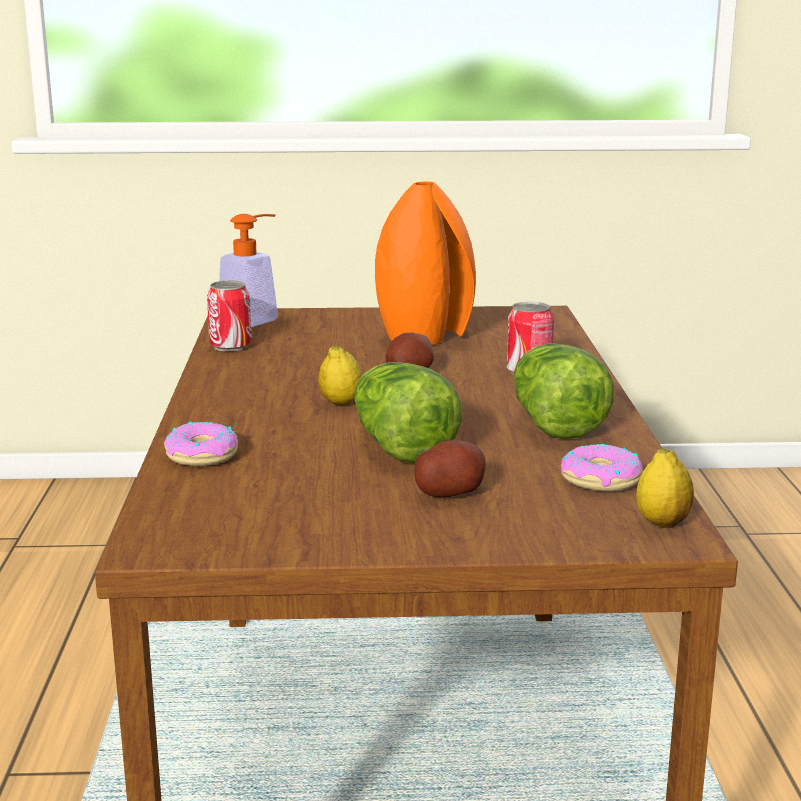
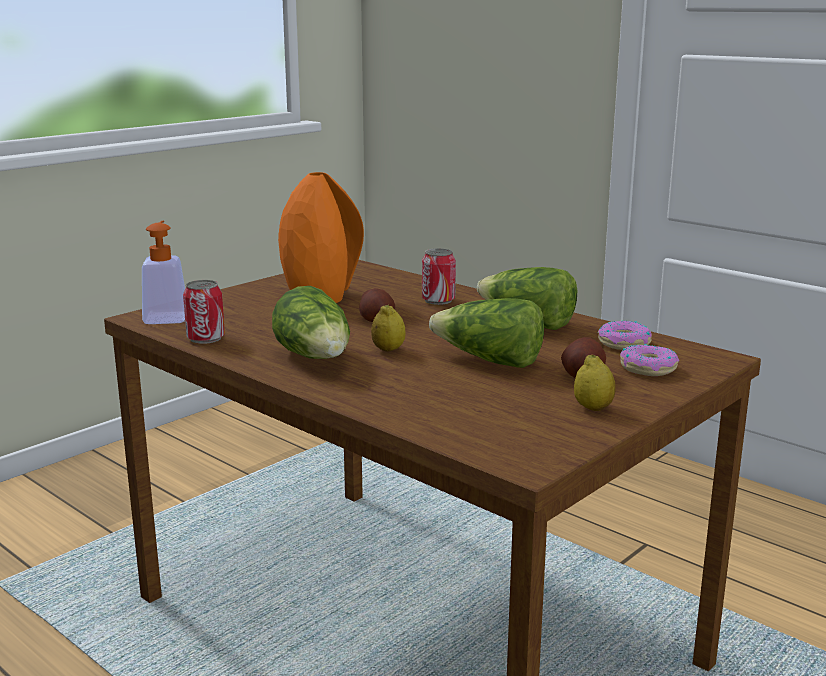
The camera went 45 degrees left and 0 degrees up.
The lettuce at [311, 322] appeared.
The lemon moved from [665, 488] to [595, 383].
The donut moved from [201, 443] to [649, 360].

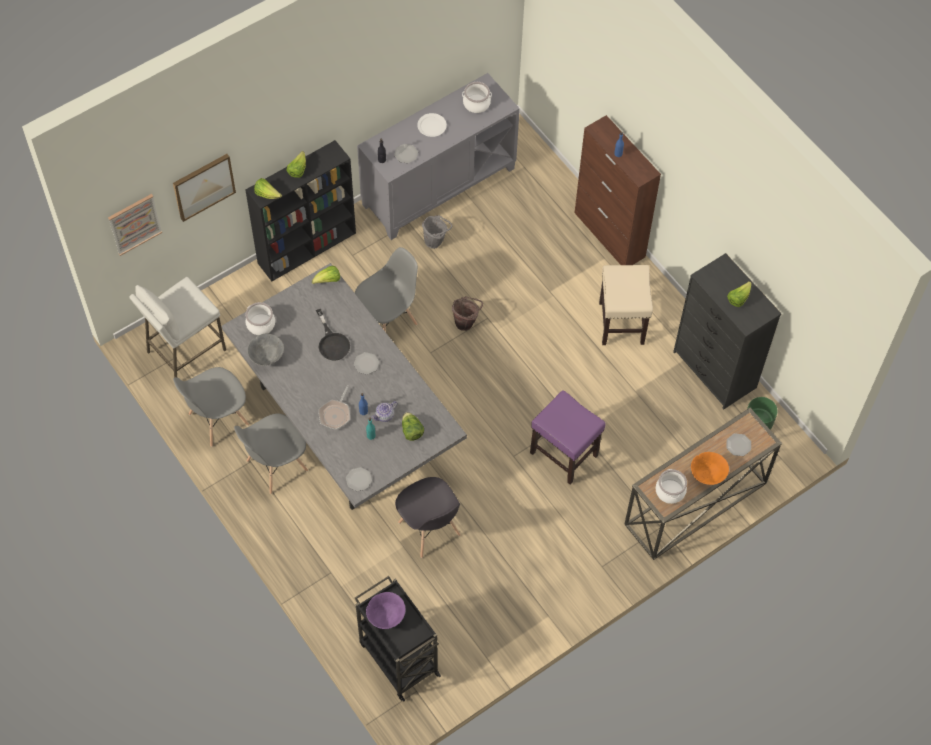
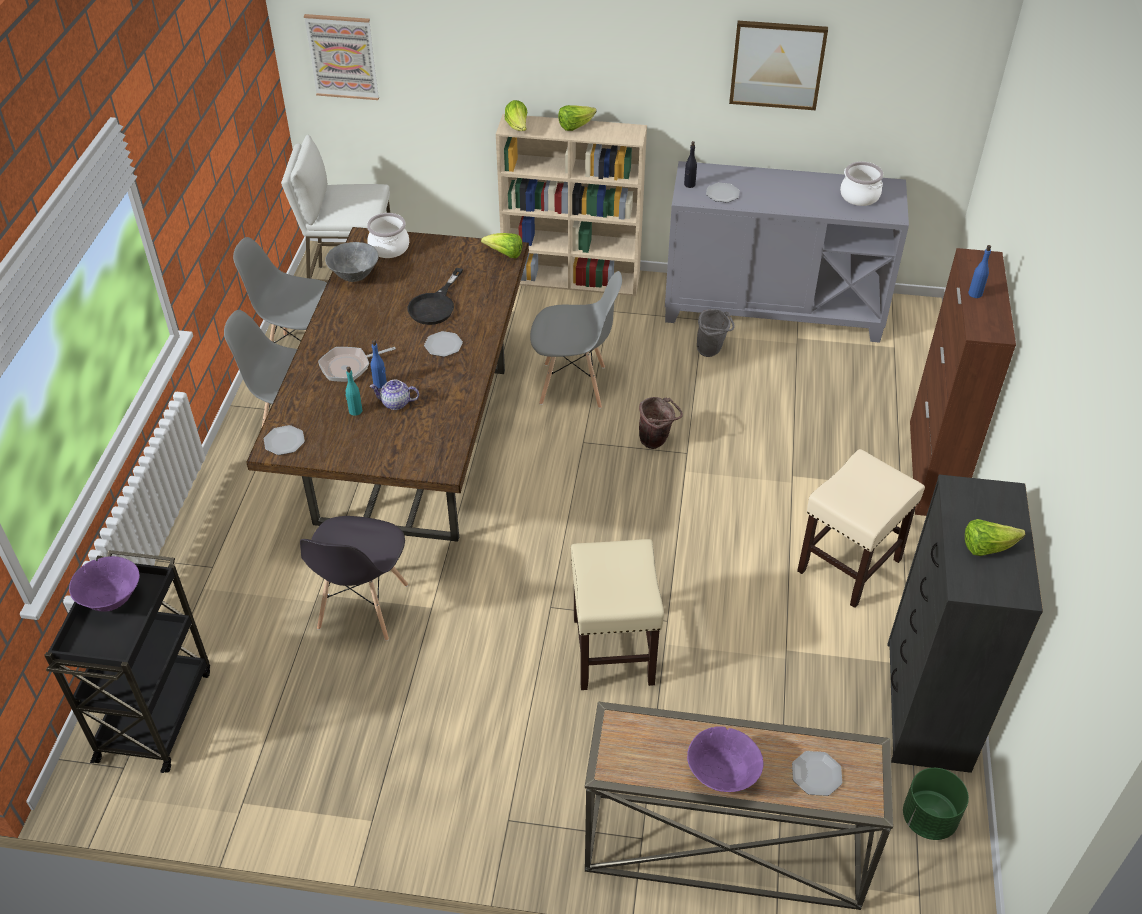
The camera went 45 degrees right and 15 degrees down.
The grey dining table at [344, 386] became the brown dining table at [387, 384].
The black bookcase at [301, 210] became the beige bookcase at [571, 205].
The purple stool at [568, 437] became the beige stool at [617, 614].
The orange bowl at [710, 468] became the purple bowl at [725, 759].
The picture moved from [204, 188] to [778, 65].
The lettuce at [413, 426] disappeared.
The white plate at [432, 125] disappeared.
The cooking pot at [671, 486] disappeared.

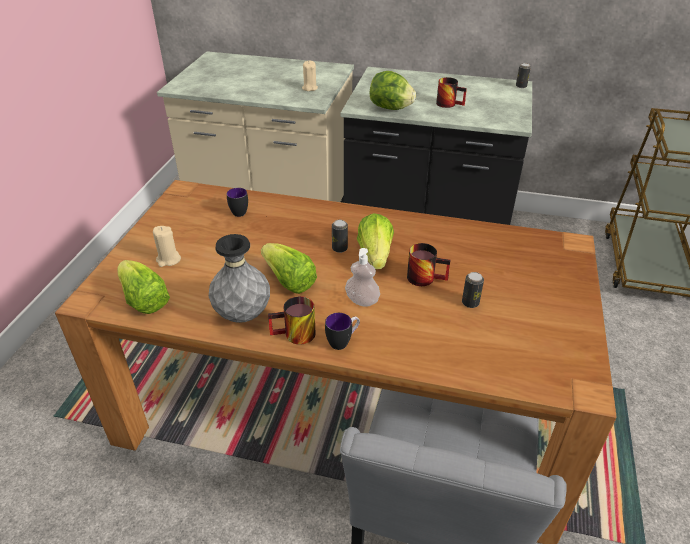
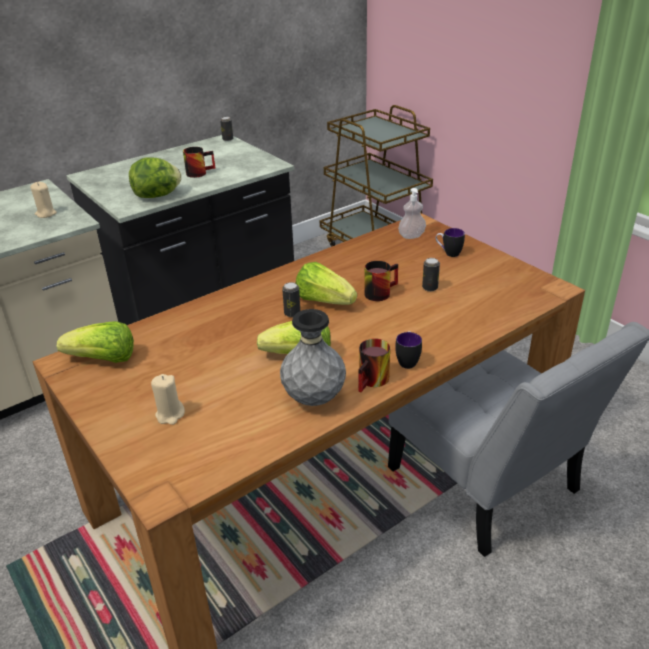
The camera went 50 degrees left and 5 degrees down.
The lettuce moved from [143, 287] to [95, 342].
The soap dispenser moved from [362, 277] to [412, 213].
The mug moved from [237, 202] to [450, 242].

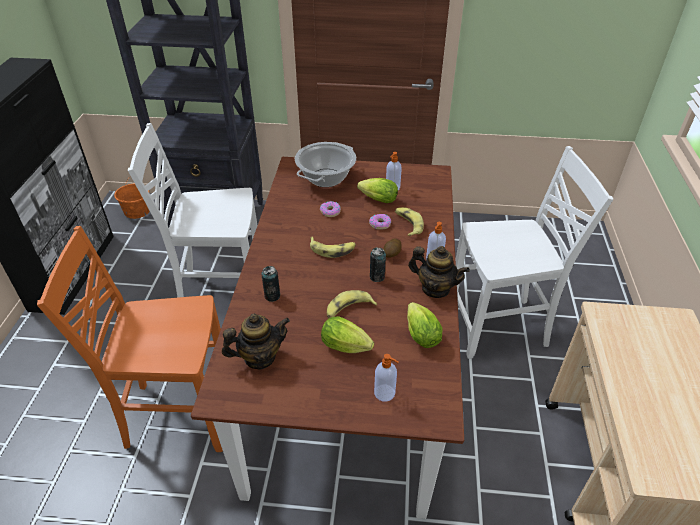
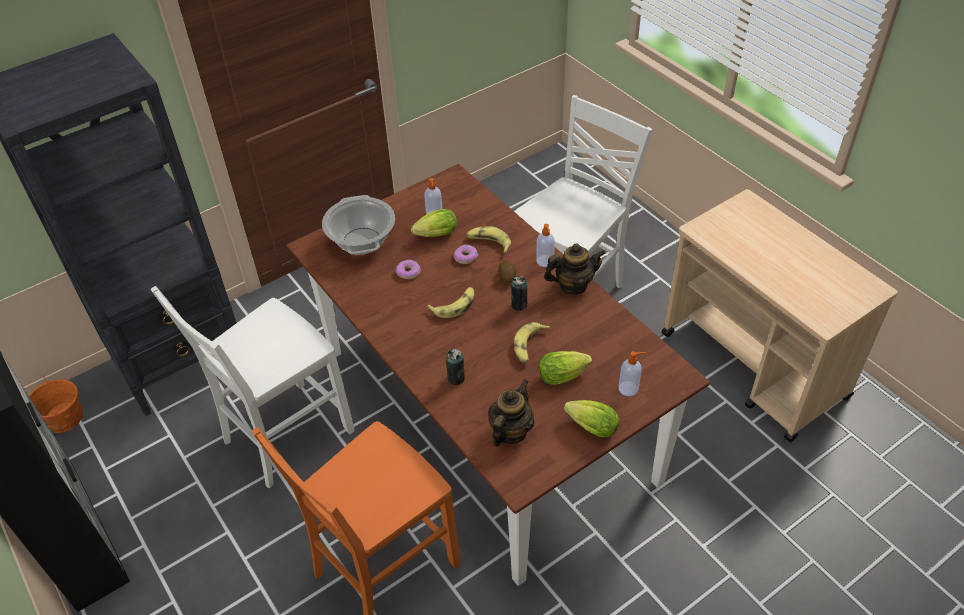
The camera went 40 degrees left and 5 degrees up.
The lettuce moved from [424, 325] to [591, 418].

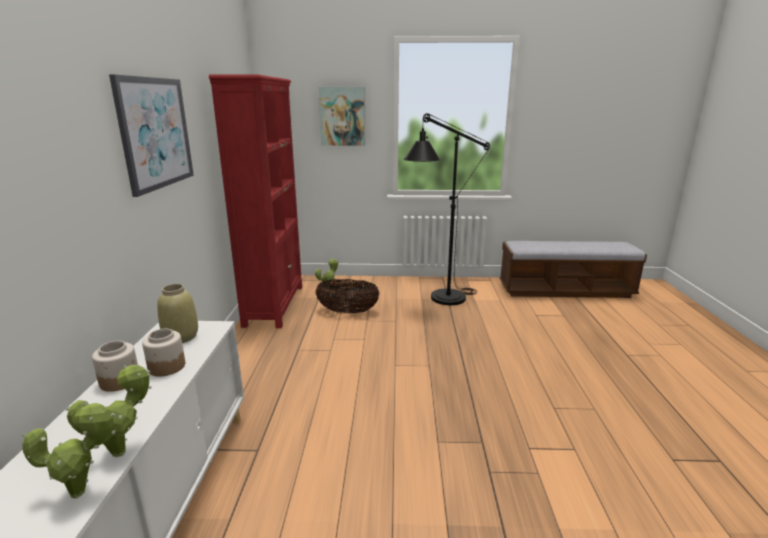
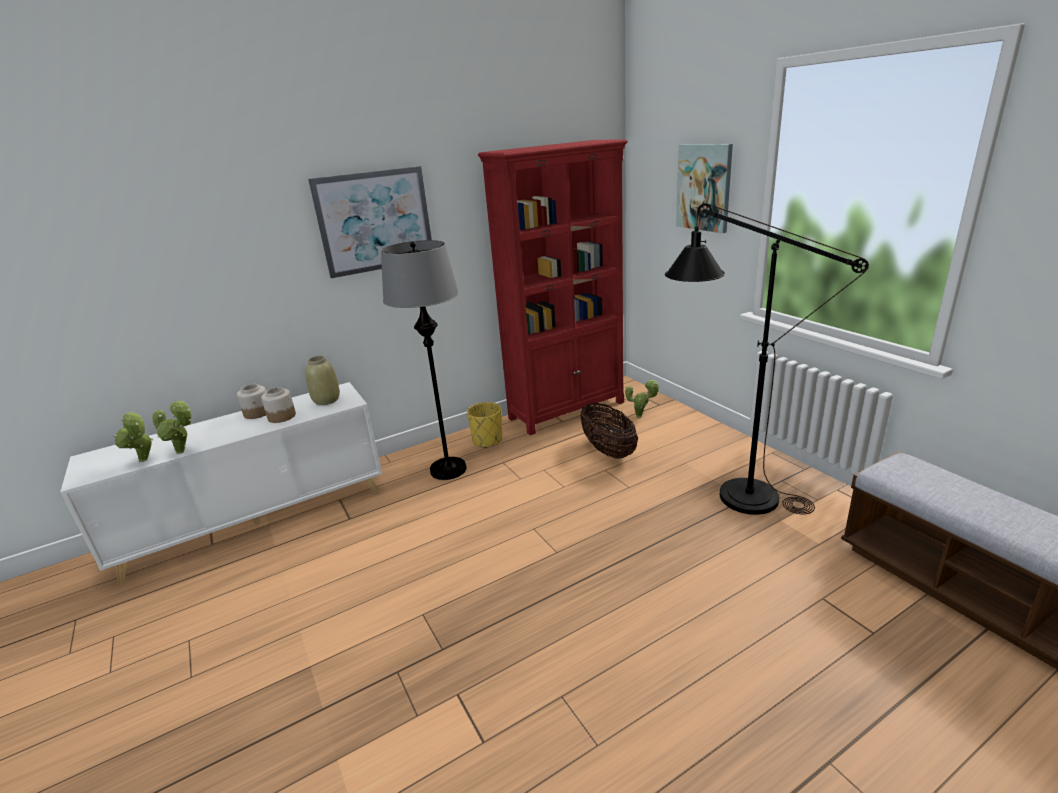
The camera went 60 degrees right and 5 degrees up.
The grey floor lamp at [424, 360] appeared.
The yellow planter at [484, 425] appeared.

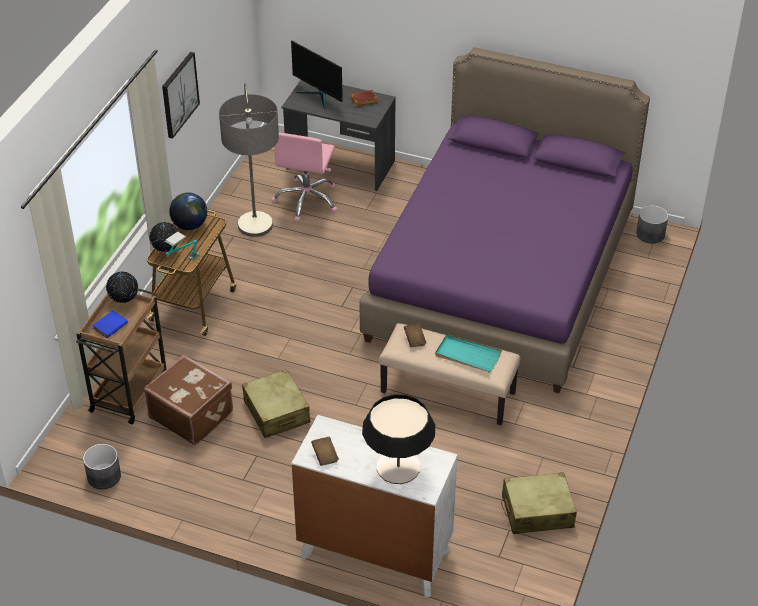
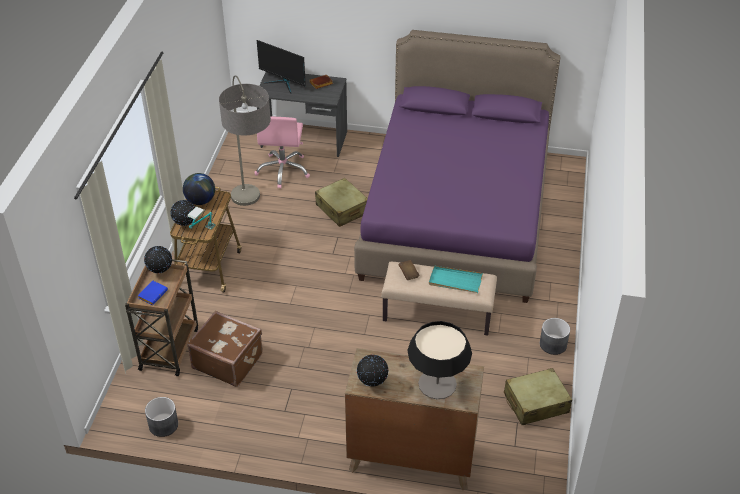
The camera went 10 degrees left and 0 degrees up.
The beige suitcase moved from [276, 403] to [341, 202].
The white dresser at [374, 506] became the brown dresser at [414, 419].
The brown book at [325, 451] was replaced by the globe at [372, 371].
The grey planter moved from [652, 224] to [555, 336].
The picture at [181, 95] disappeared.

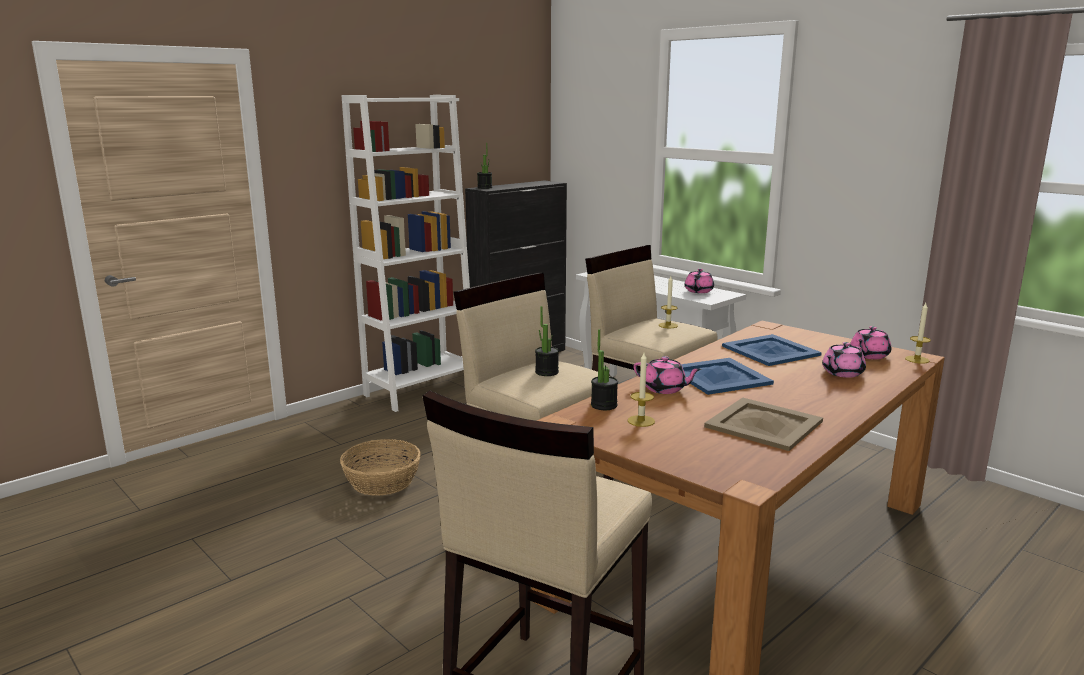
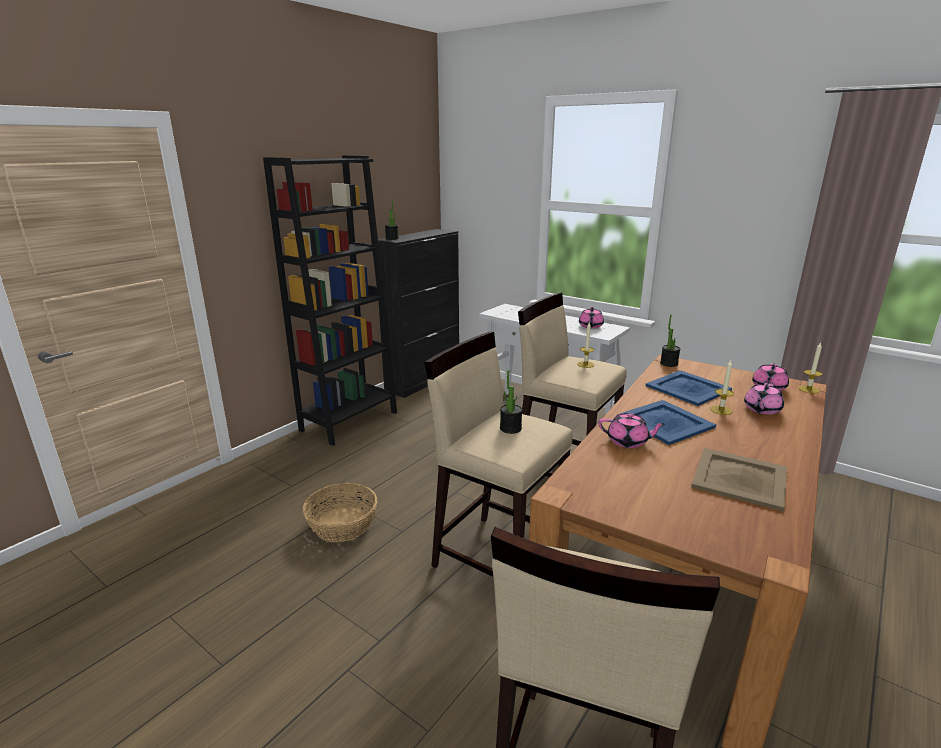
The camera went 10 degrees left and 5 degrees up.
The white bookcase at [406, 253] became the black bookcase at [330, 301].
The potted plant moved from [604, 369] to [670, 340].
The candle moved from [641, 390] to [722, 387].

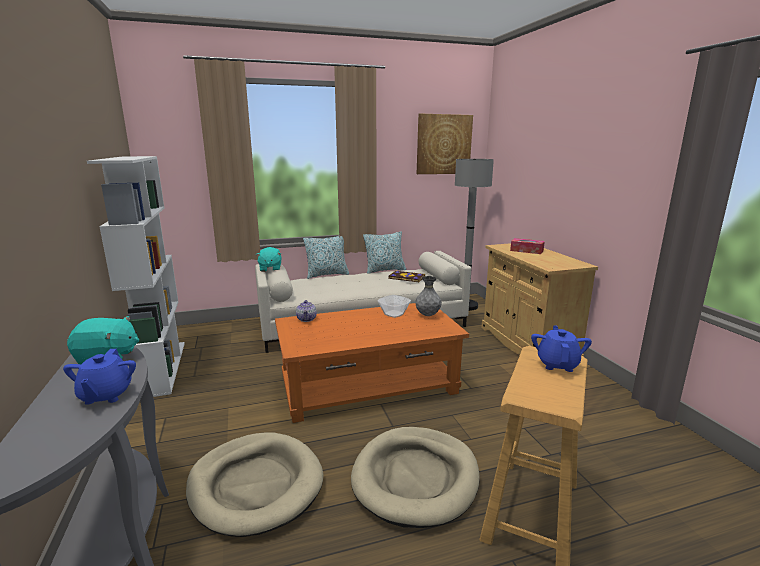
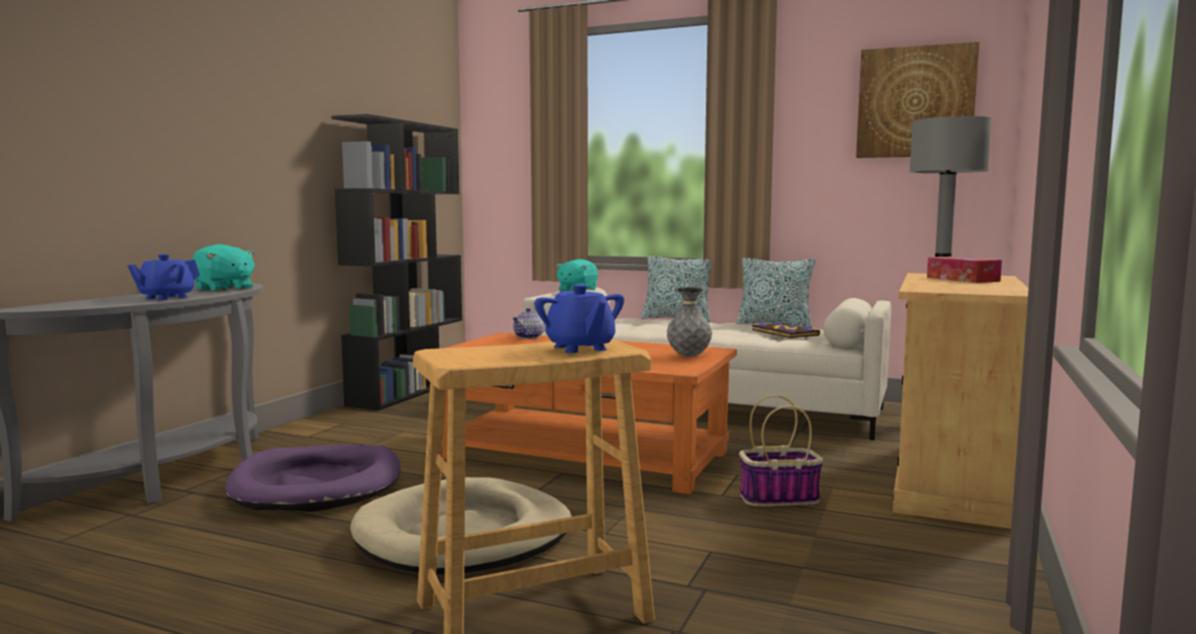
The camera went 40 degrees right and 10 degrees down.
The beige dog bed at [255, 484] became the purple dog bed at [313, 478].
The white bookcase at [136, 276] became the black bookcase at [397, 262].
The blue teapot at [561, 348] turned 105 degrees clockwise.
The basket at [781, 451] appeared.
The bowl at [394, 306] disappeared.

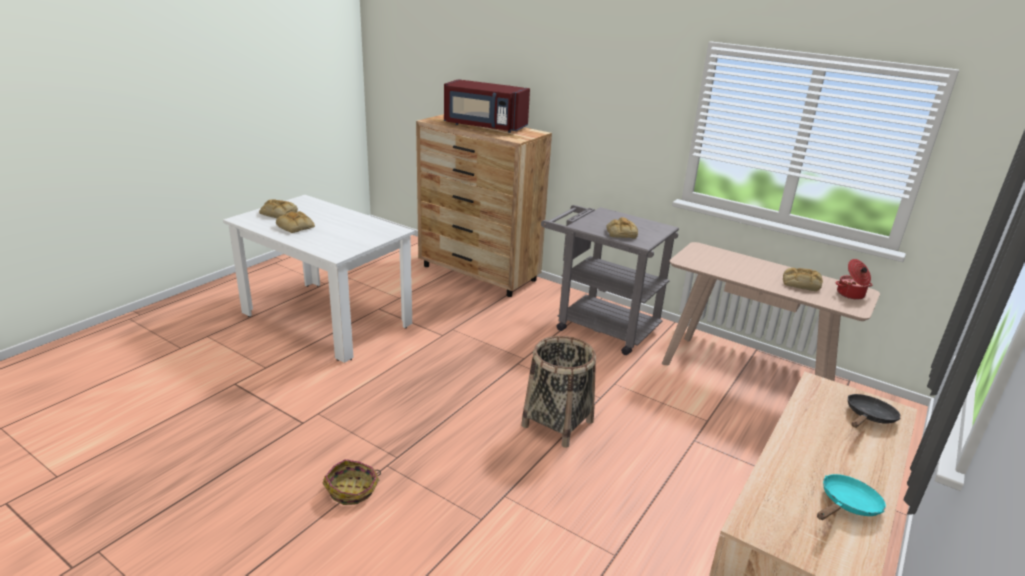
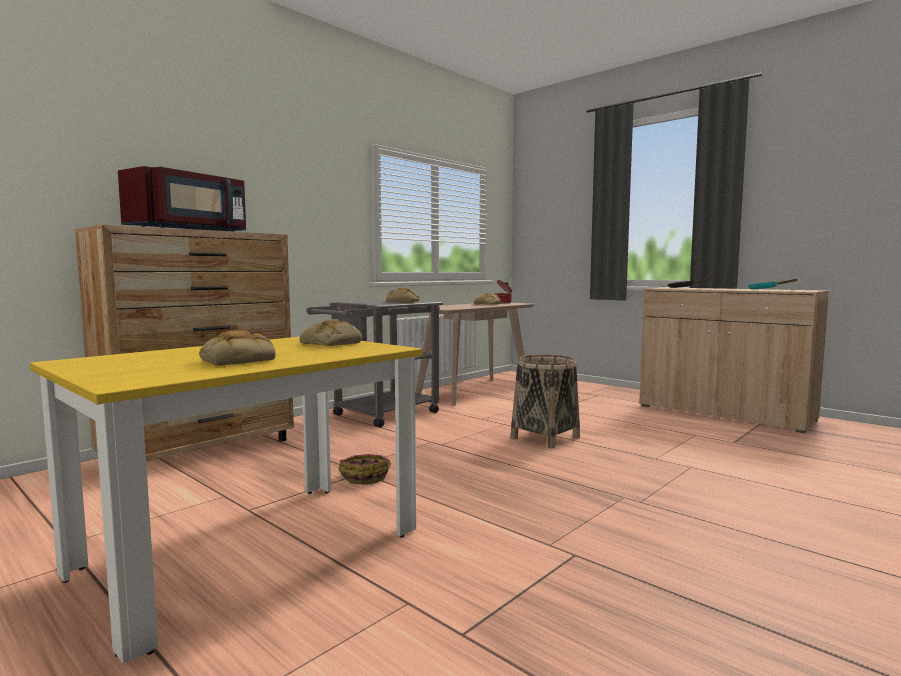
The camera went 80 degrees left and 20 degrees down.
The white dining table at [319, 279] became the yellow dining table at [226, 500].
The bread moved from [278, 208] to [331, 332].
The basket moved from [351, 482] to [365, 469].

